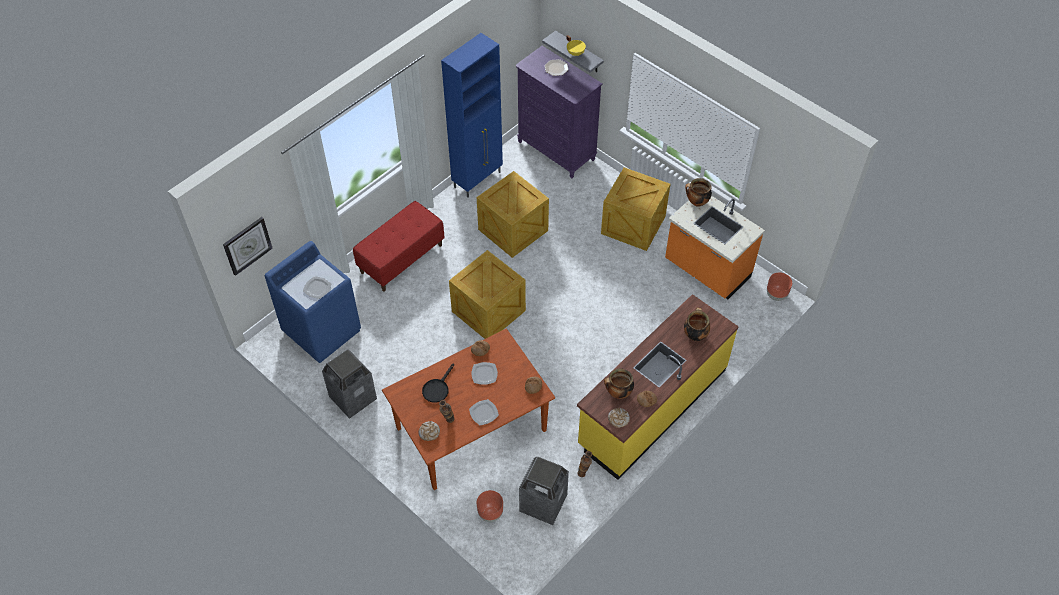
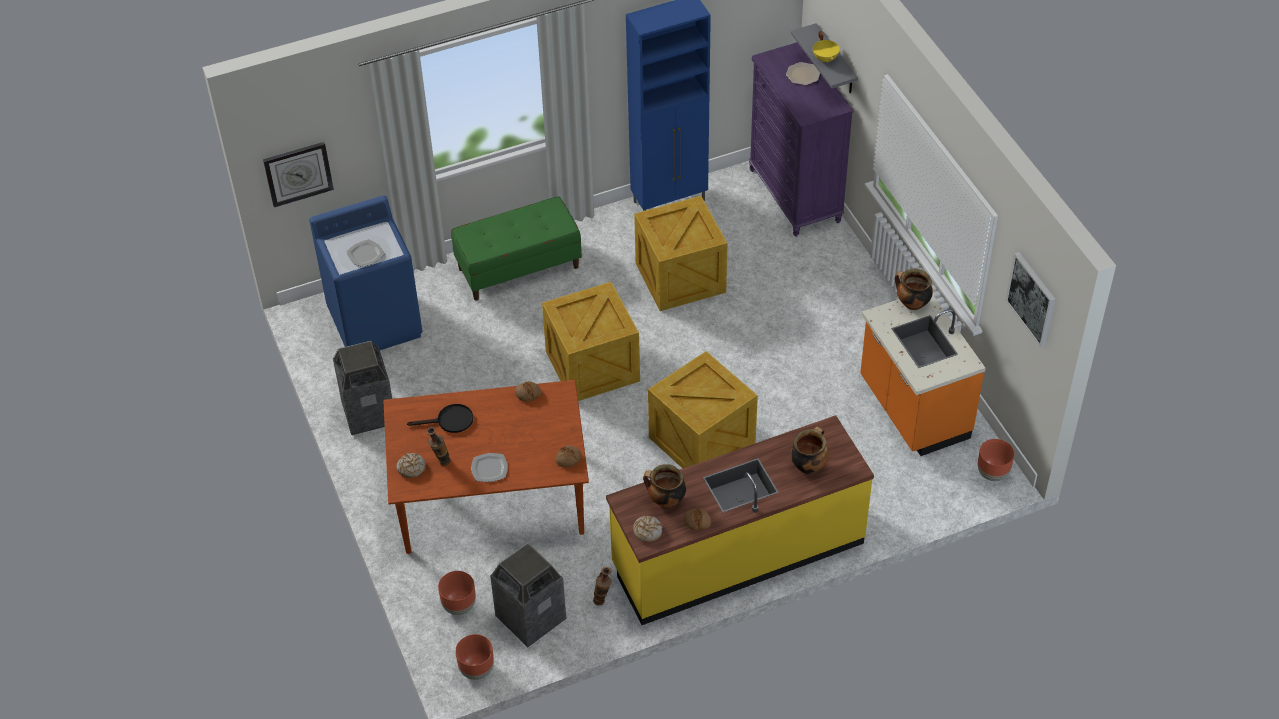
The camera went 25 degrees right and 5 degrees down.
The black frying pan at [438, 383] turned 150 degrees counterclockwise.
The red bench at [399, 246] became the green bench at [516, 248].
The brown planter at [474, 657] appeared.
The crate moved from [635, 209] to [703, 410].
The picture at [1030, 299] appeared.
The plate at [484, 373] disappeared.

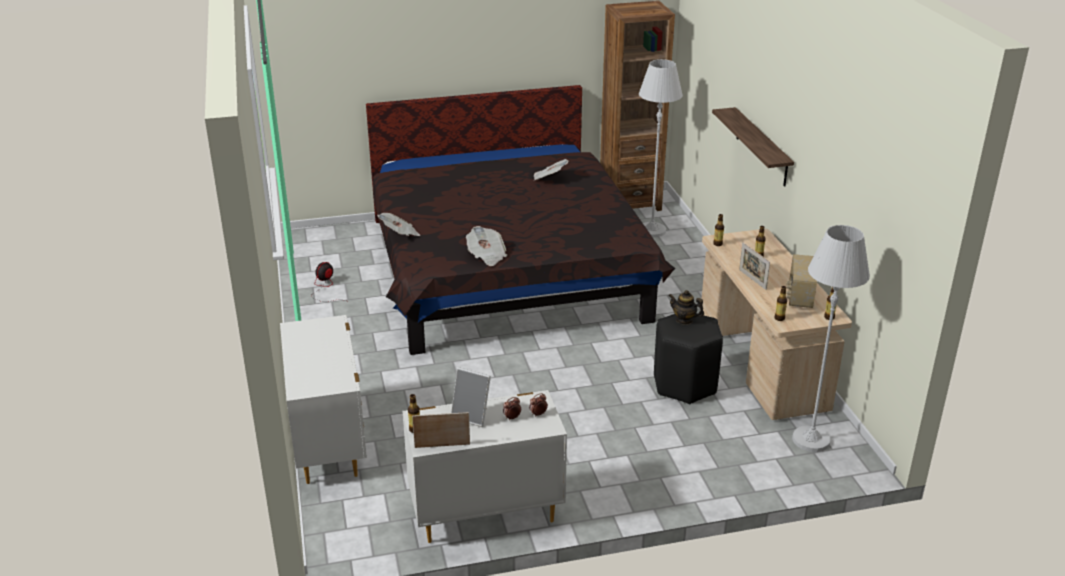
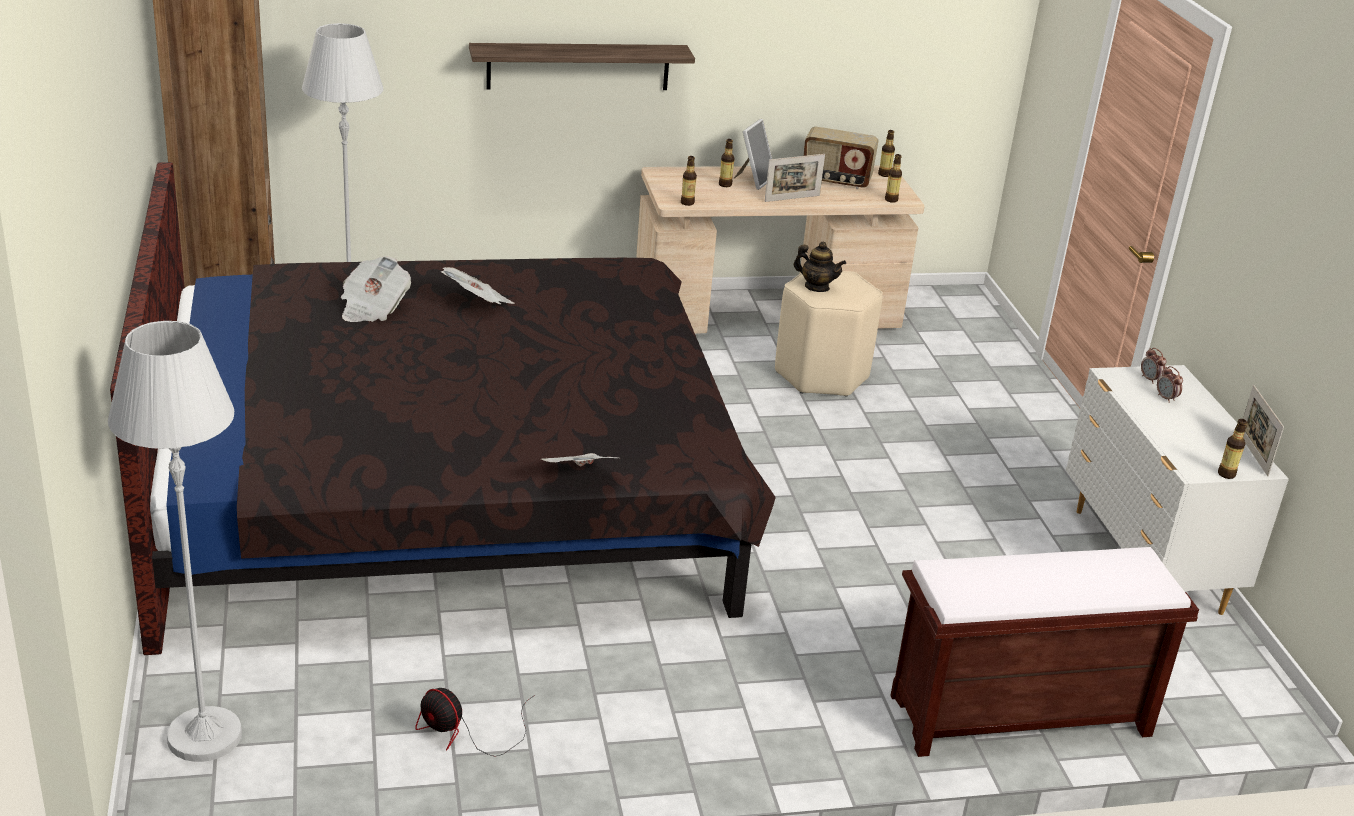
The camera went 90 degrees left and 0 degrees up.
The white floor lamp moved from [831, 338] to [175, 541].
The newspaper moved from [486, 246] to [477, 285].
The picture frame moved from [471, 397] to [753, 154].
The black stool at [688, 358] became the beige stool at [829, 334].
The teapot at [686, 307] turned 90 degrees counterclockwise.
The white dresser at [323, 399] was replaced by the brown bench at [1044, 652].

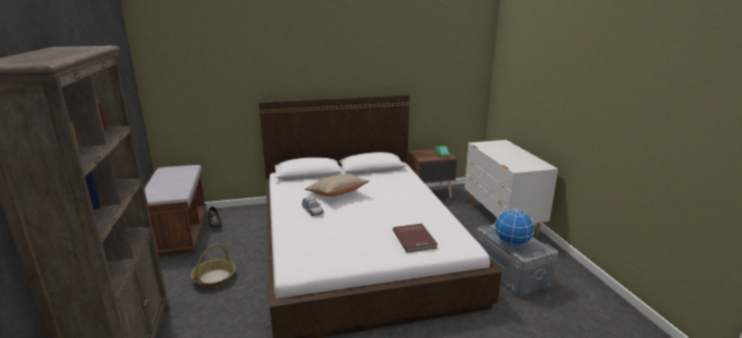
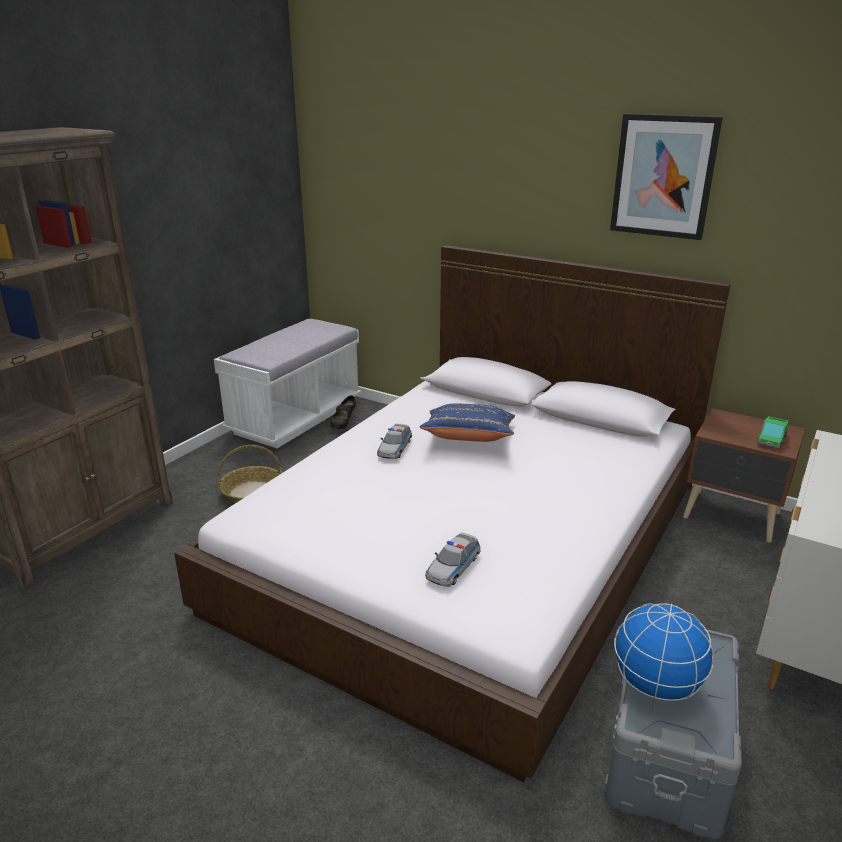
The camera went 45 degrees right and 5 degrees up.
The brown bench at [175, 210] became the white bench at [287, 383].
The beige pillow at [337, 185] became the blue pillow at [467, 422].
The red book at [415, 238] was replaced by the toy car at [453, 560].
The picture at [666, 177] appeared.

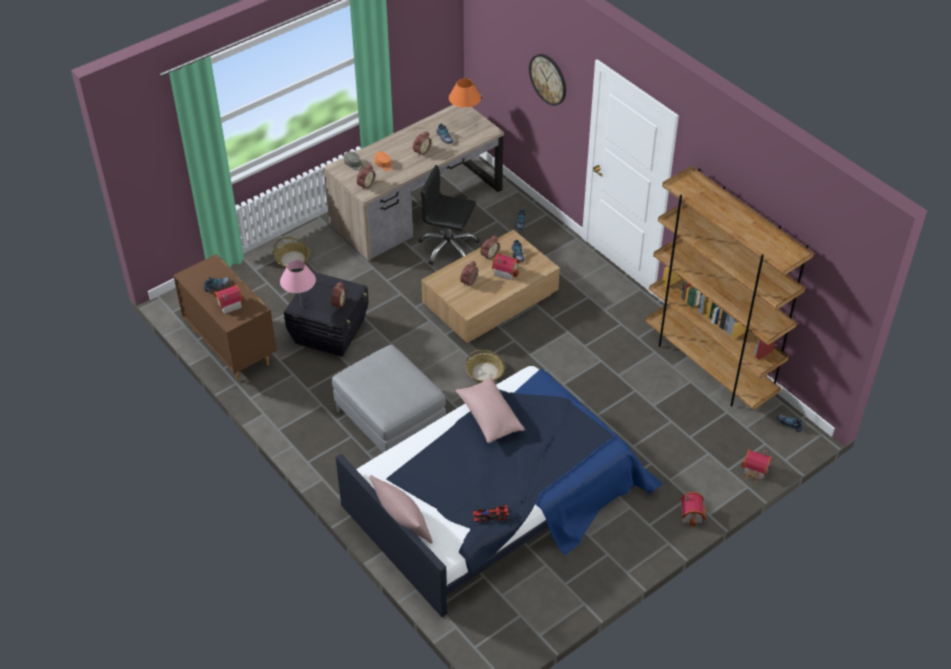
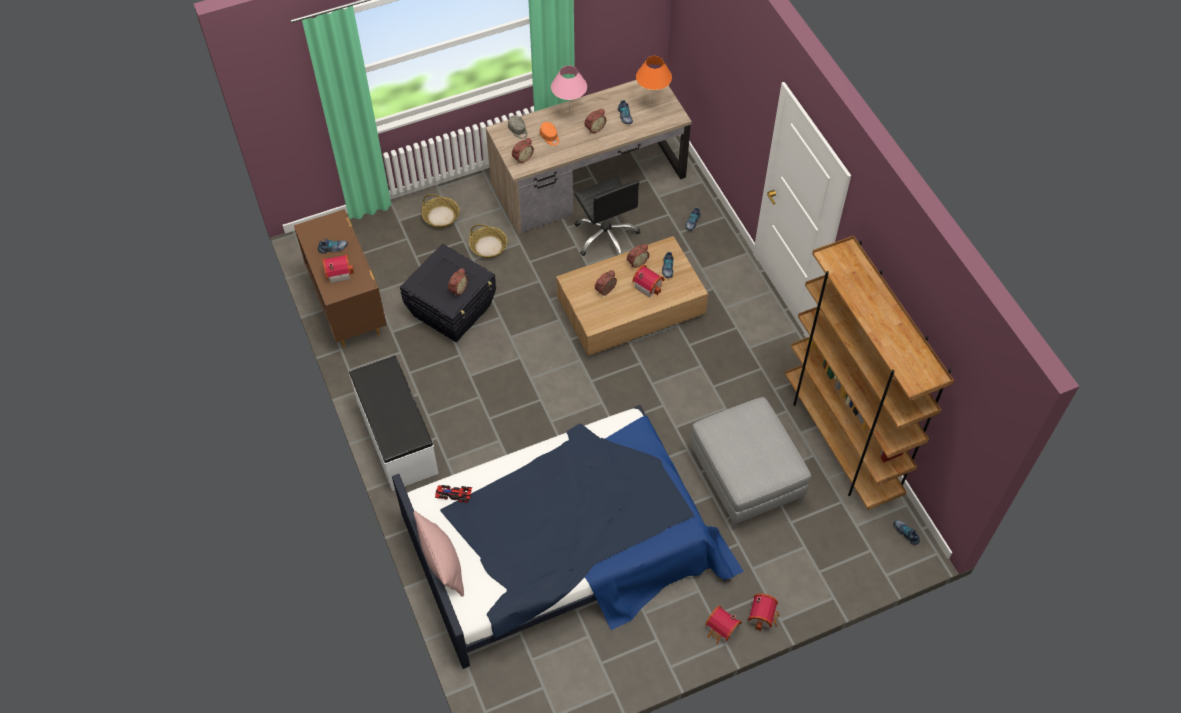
The camera went 15 degrees right and 10 degrees up.
The white bench at [394, 423] appeared.
The toy car moved from [491, 513] to [453, 494].
The basket moved from [485, 366] to [488, 241].
The pink table lamp moved from [298, 281] to [569, 89].
The black office chair at [449, 215] turned 150 degrees counterclockwise.
The grey ottoman moved from [389, 398] to [750, 463].
The toy house moved from [756, 465] to [723, 624].
The pink pillow at [490, 410] disappeared.
The wall clock at [547, 80] disappeared.

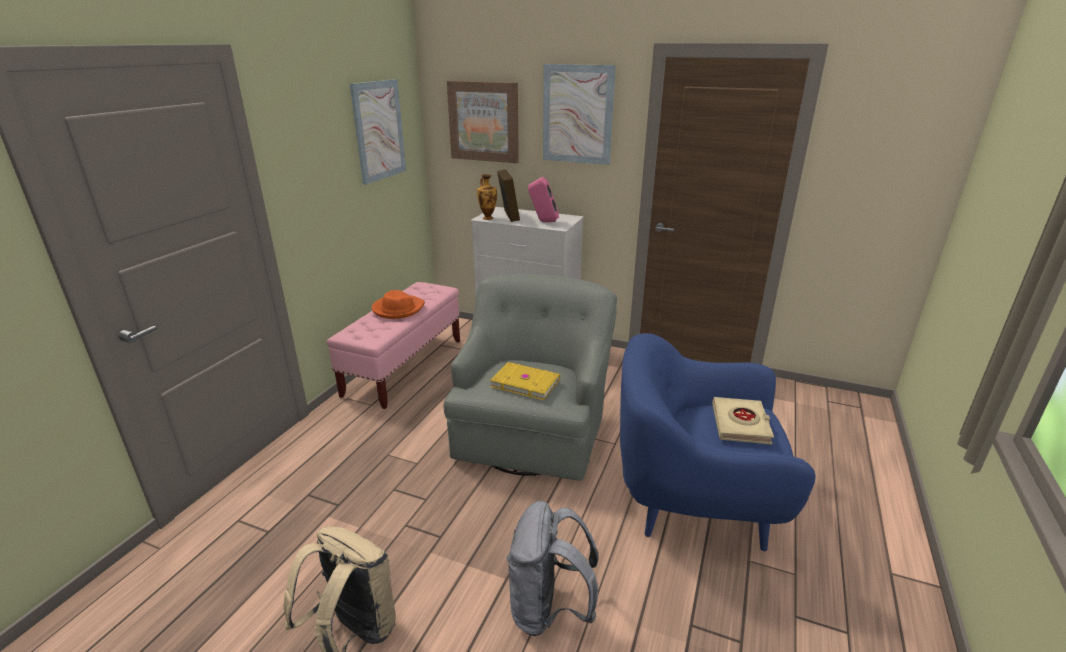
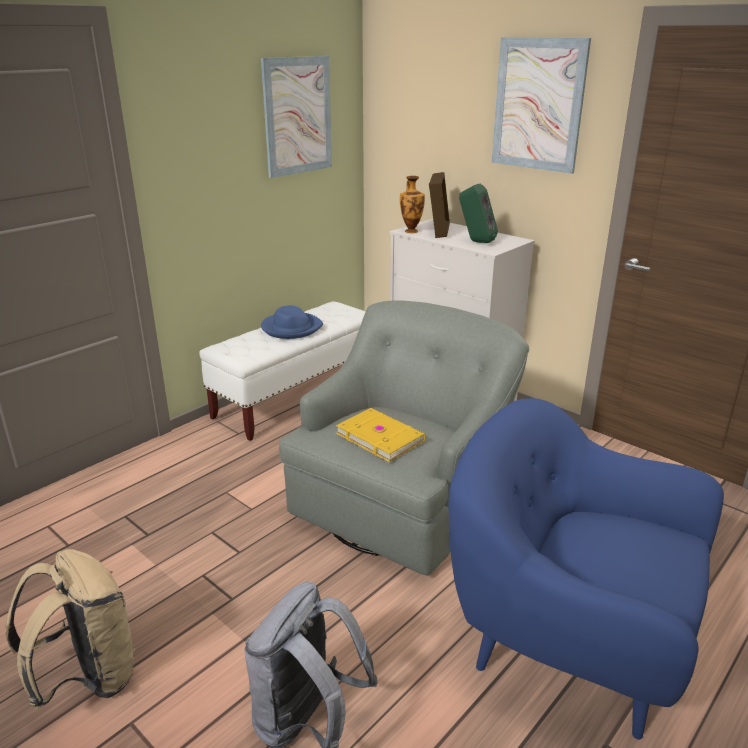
The camera went 20 degrees right and 0 degrees up.
The pink bench at [393, 345] became the white bench at [282, 371].
The orange hat at [398, 304] became the blue hat at [292, 322].
The pink speaker at [543, 199] became the green speaker at [478, 213].
The picture at [483, 122] disappeared.
The beige book at [743, 420] disappeared.

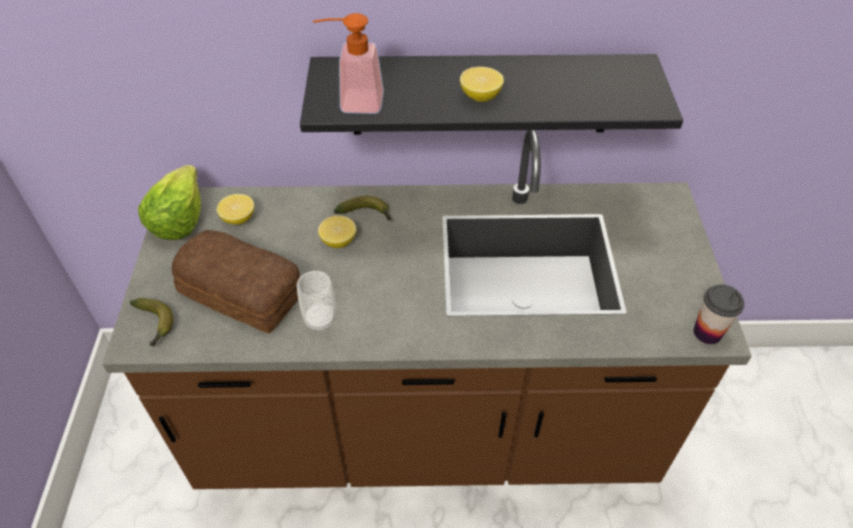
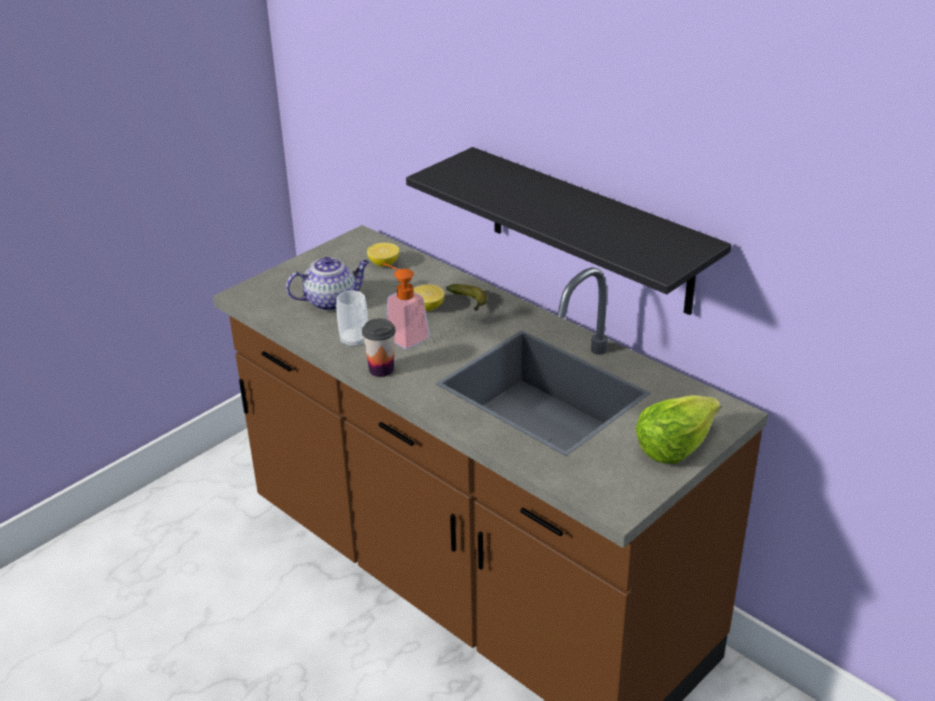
The camera went 45 degrees right and 15 degrees down.
The bread at [236, 281] was replaced by the teapot at [327, 284].
The cup moved from [719, 314] to [379, 347].
The soap dispenser moved from [348, 63] to [405, 306].
The lettuce moved from [169, 202] to [678, 429].
The banana at [151, 322] disappeared.
The lemon at [482, 84] disappeared.

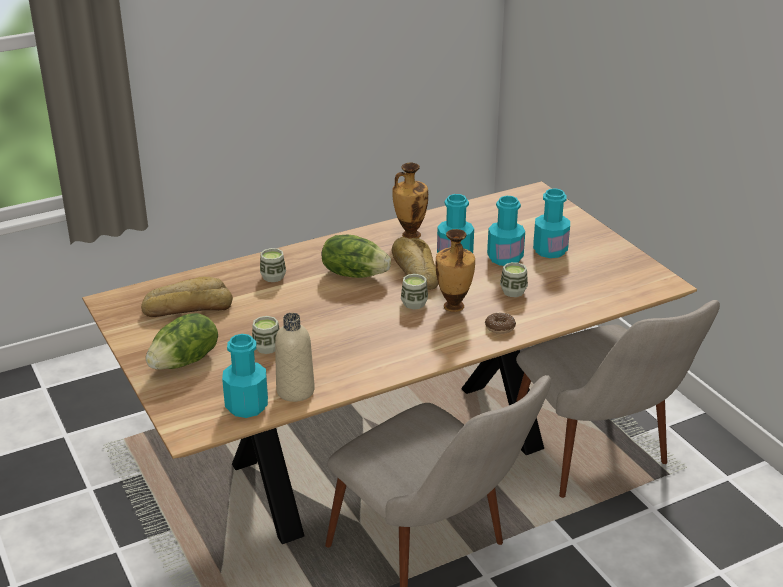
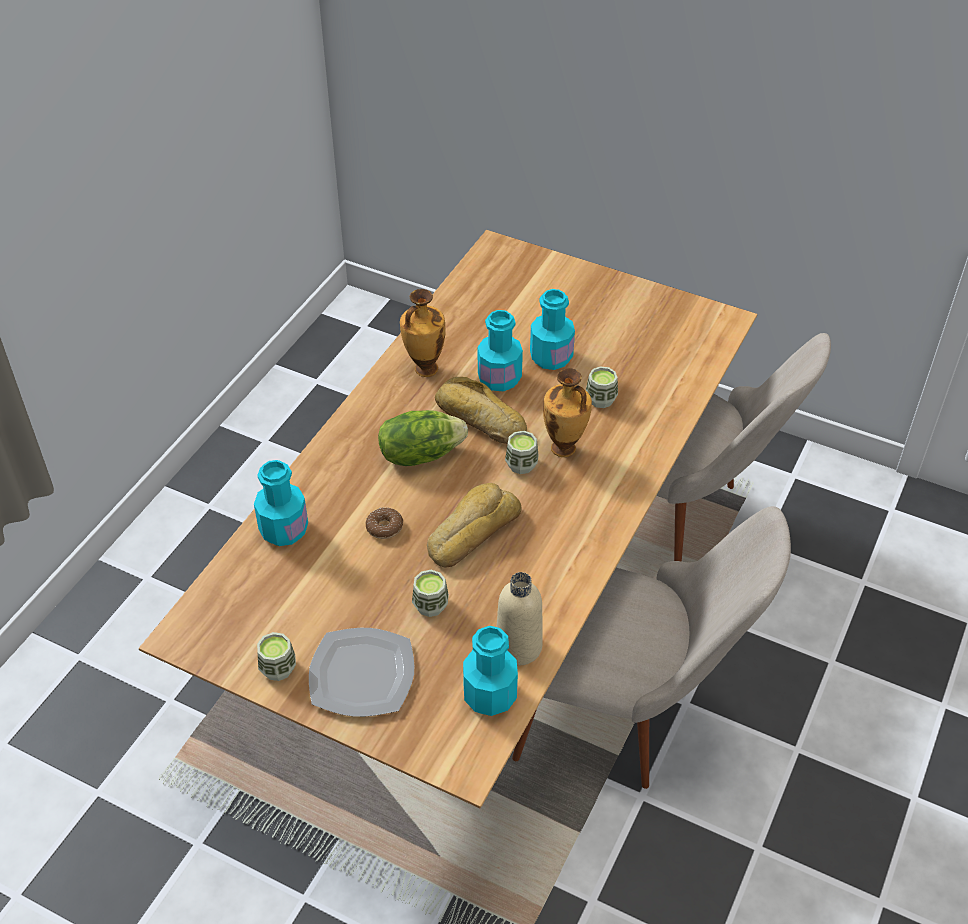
The camera went 35 degrees left and 15 degrees up.
The turquoise bottle moved from [551, 223] to [281, 503].
The cup moved from [273, 265] to [276, 656].
The lettuce at [182, 341] was replaced by the plate at [361, 672].
The donut moved from [500, 323] to [384, 523].
The bread moved from [187, 296] to [474, 525].

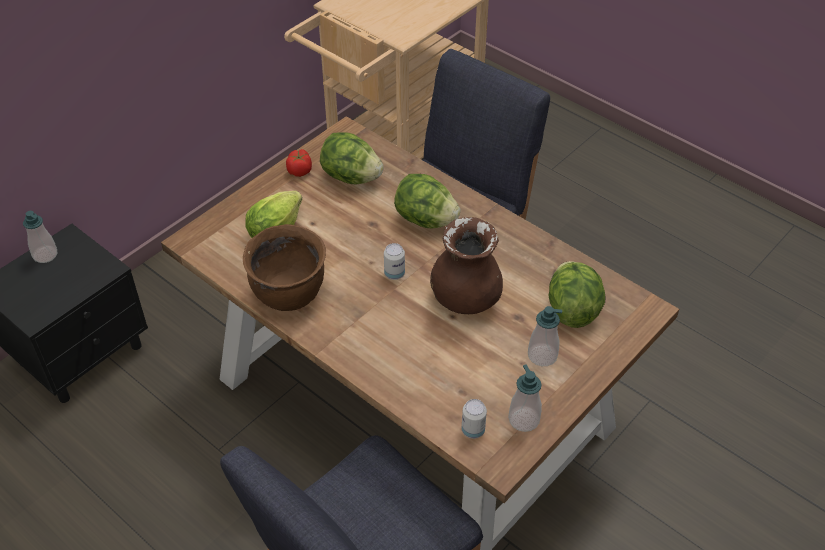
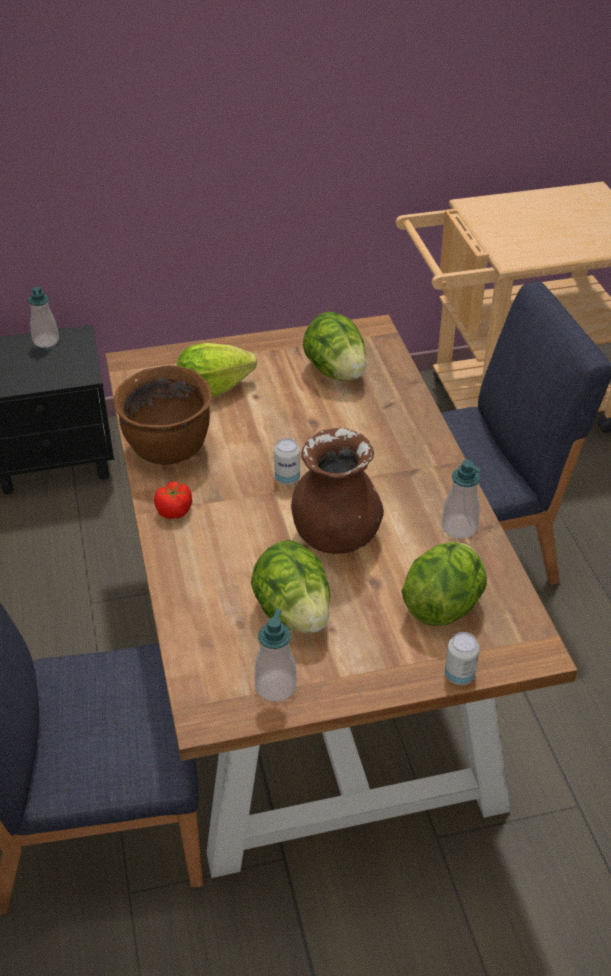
The camera went 35 degrees right and 5 degrees down.
The tomato moved from [299, 163] to [173, 500].
The lettuce moved from [427, 201] to [290, 587].
The soap dispenser moved from [545, 336] to [461, 499].
The can moved from [474, 419] to [462, 658].

